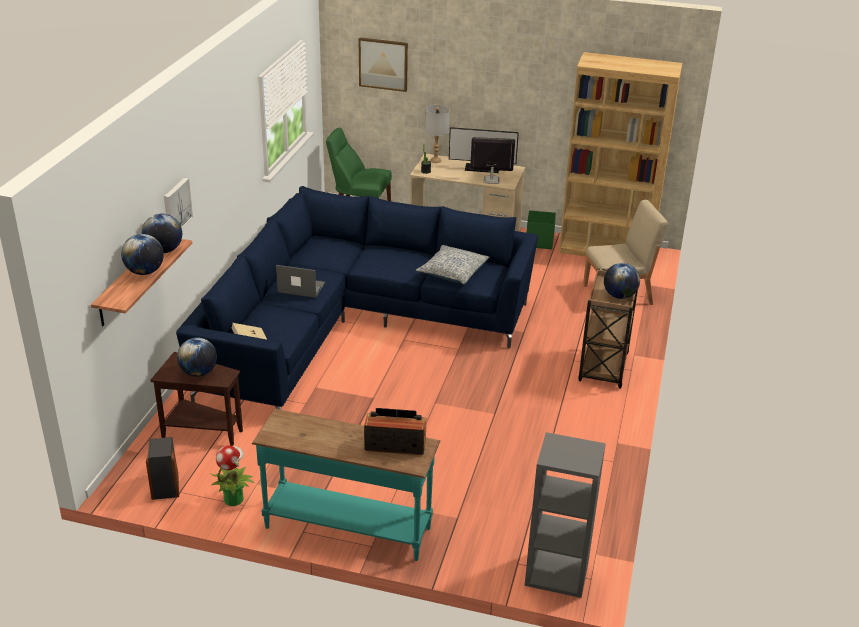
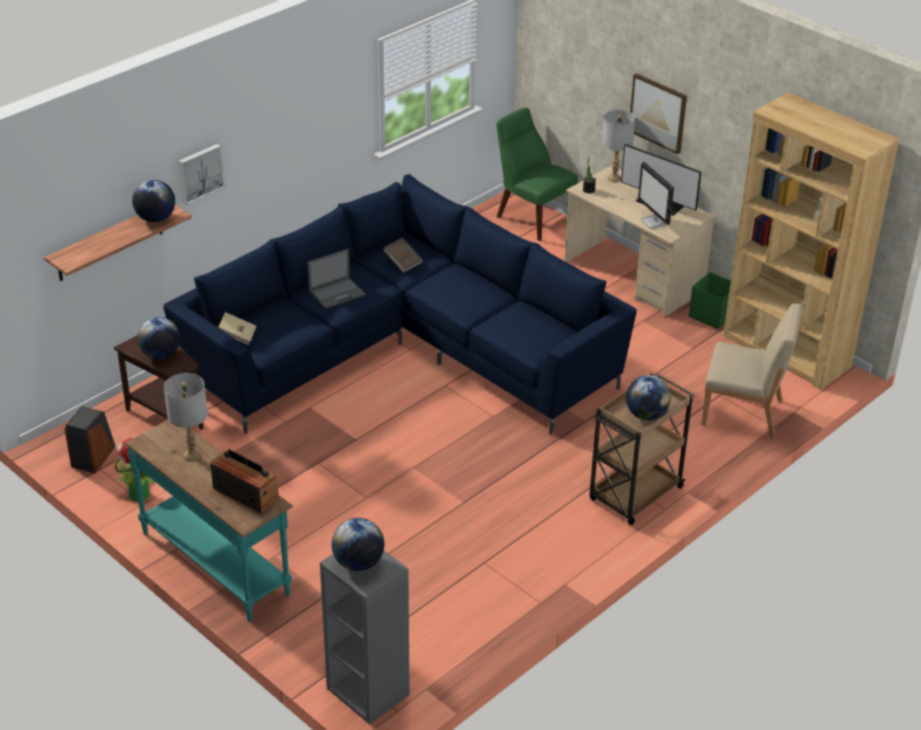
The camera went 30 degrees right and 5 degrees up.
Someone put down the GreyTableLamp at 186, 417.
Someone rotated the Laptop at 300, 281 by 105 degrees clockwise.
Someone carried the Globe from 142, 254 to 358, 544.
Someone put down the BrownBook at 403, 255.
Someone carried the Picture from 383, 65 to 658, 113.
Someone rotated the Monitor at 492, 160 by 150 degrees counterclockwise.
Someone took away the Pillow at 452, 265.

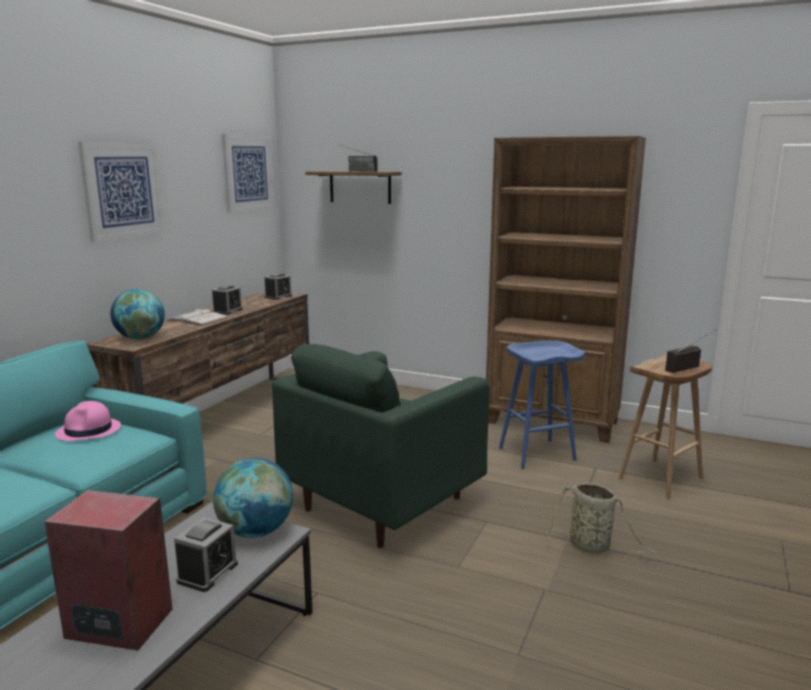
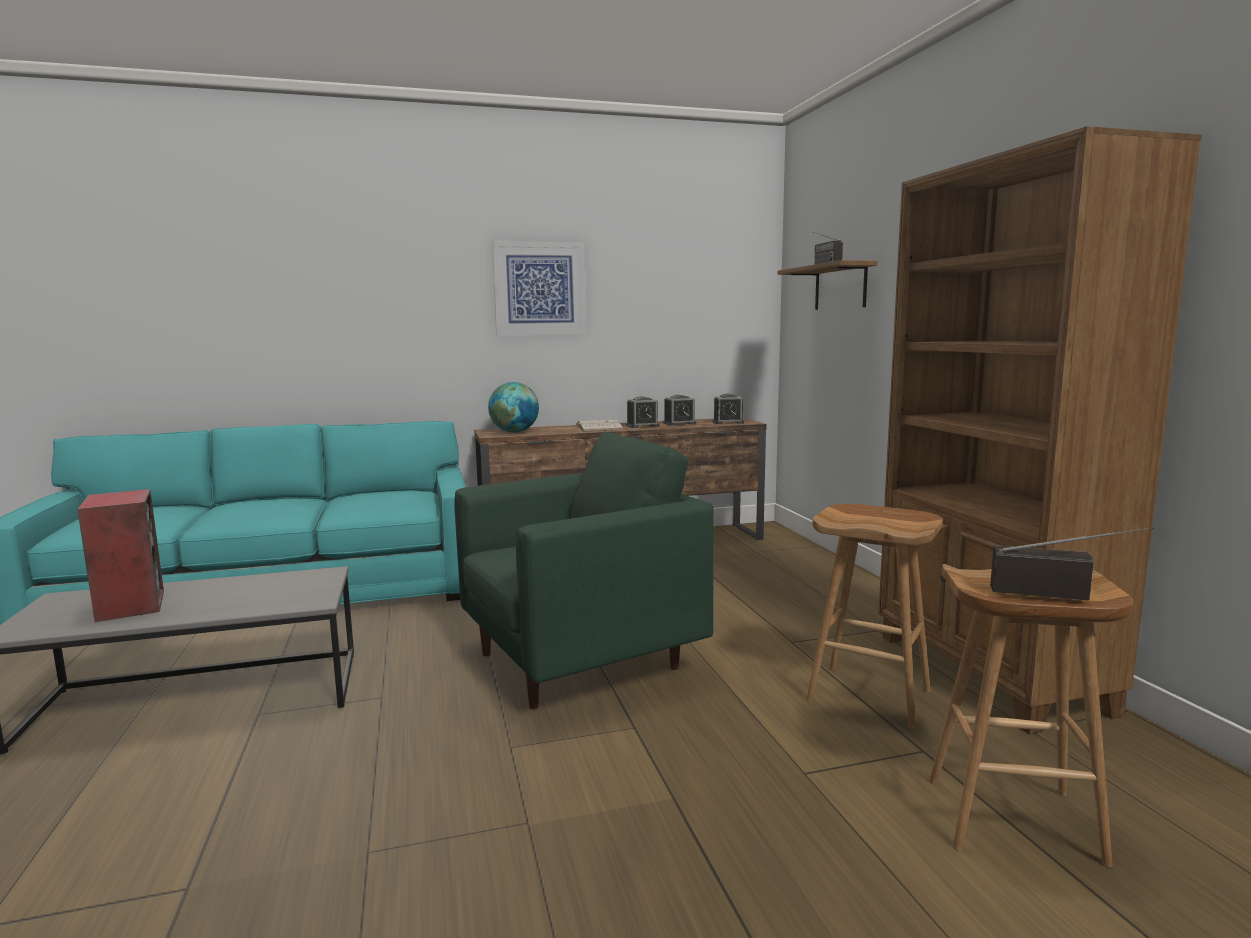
The camera went 50 degrees right and 5 degrees down.
Someone rotated the GreenArmchair at 380, 445 by 150 degrees clockwise.
Someone carried the AlarmClock from 206, 554 to 679, 410.
Someone repainted the BlueStool at 542, 404, which became the BrownStool at 874, 616.
Someone took away the PinkHat at 88, 421.
Someone took away the Globe at 253, 498.
Someone took away the Picture at 248, 173.
Someone took away the Basket at 601, 518.

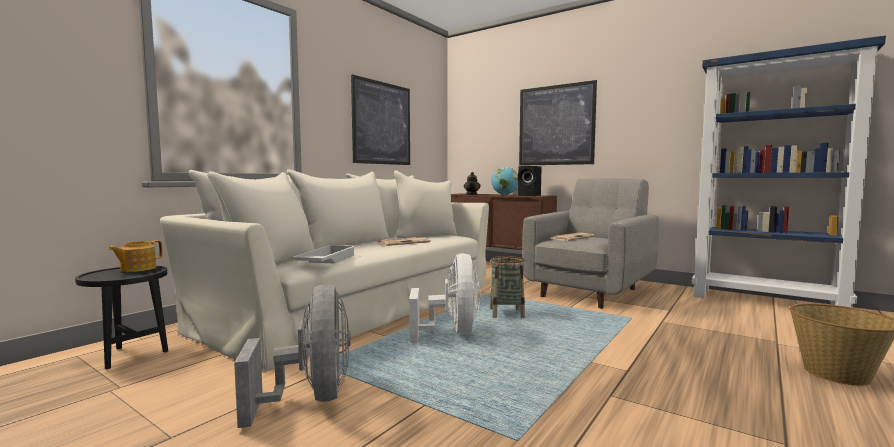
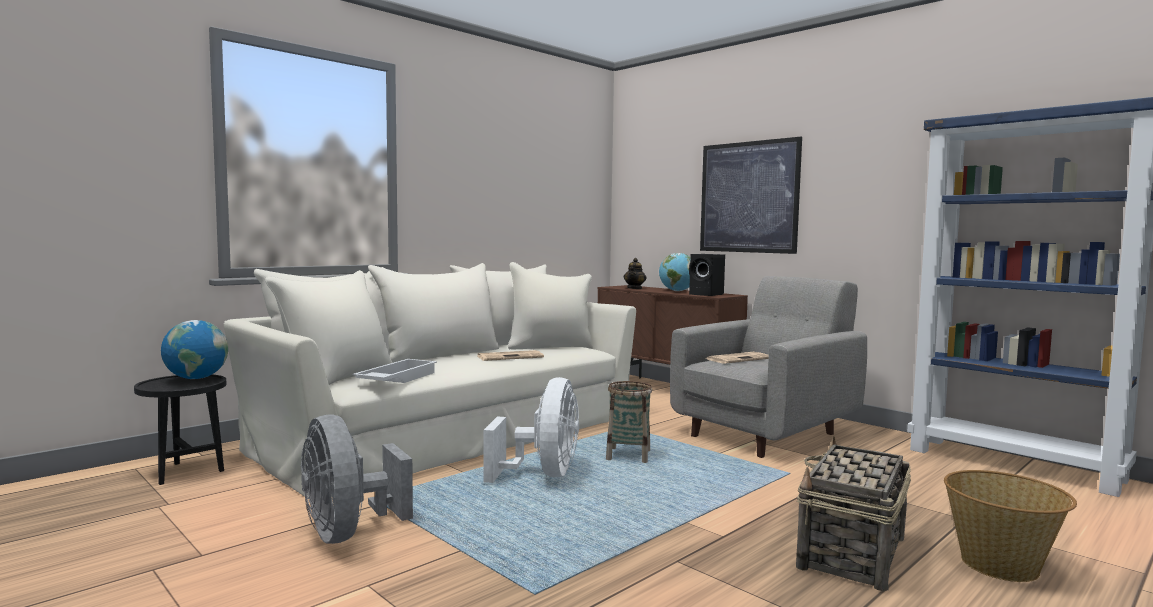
The camera went 10 degrees right and 0 degrees up.
Someone swapped the Teapot at 135, 256 for the Globe at 194, 349.
Someone rotated the GreyFan at 292, 356 by 150 degrees clockwise.
Someone put down the Basket at 853, 514.
Someone took away the Picture at 380, 119.

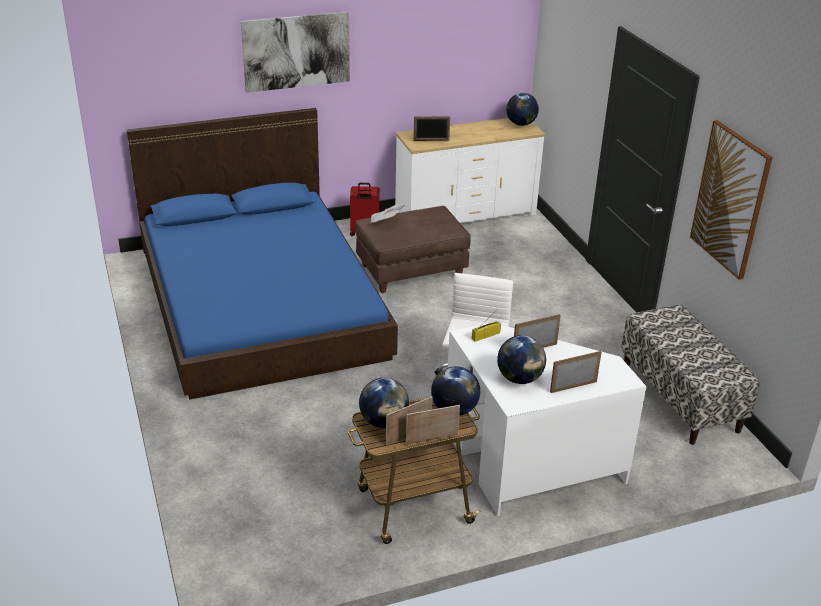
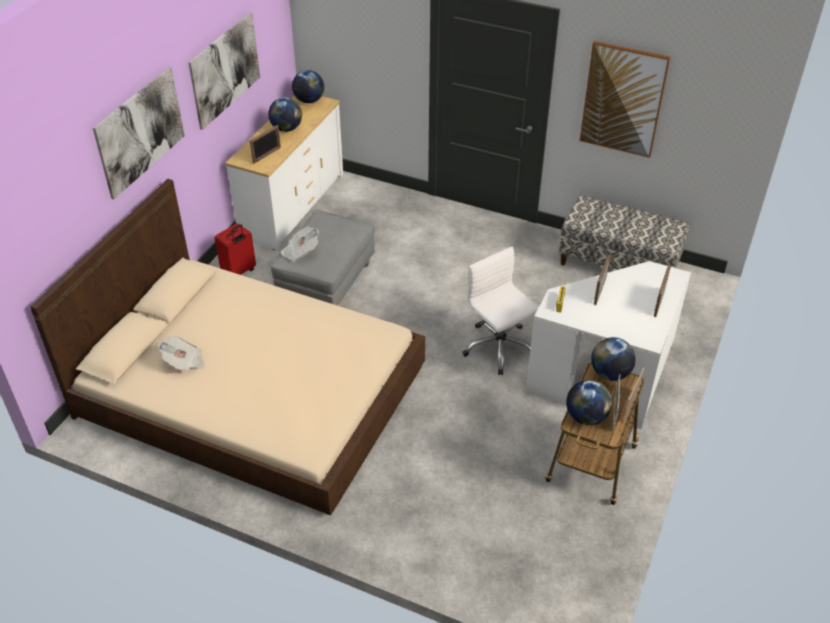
The camera went 45 degrees left and 10 degrees up.
Someone repainted the BlueBed at 262, 254, which became the BeigeBed at 227, 347.
Someone put down the Newspaper at 181, 353.
Someone put up the Picture at 224, 71.
Someone carried the Globe from 521, 359 to 285, 114.
Someone repainted the BrownOttoman at 413, 249, which became the GreyOttoman at 323, 258.

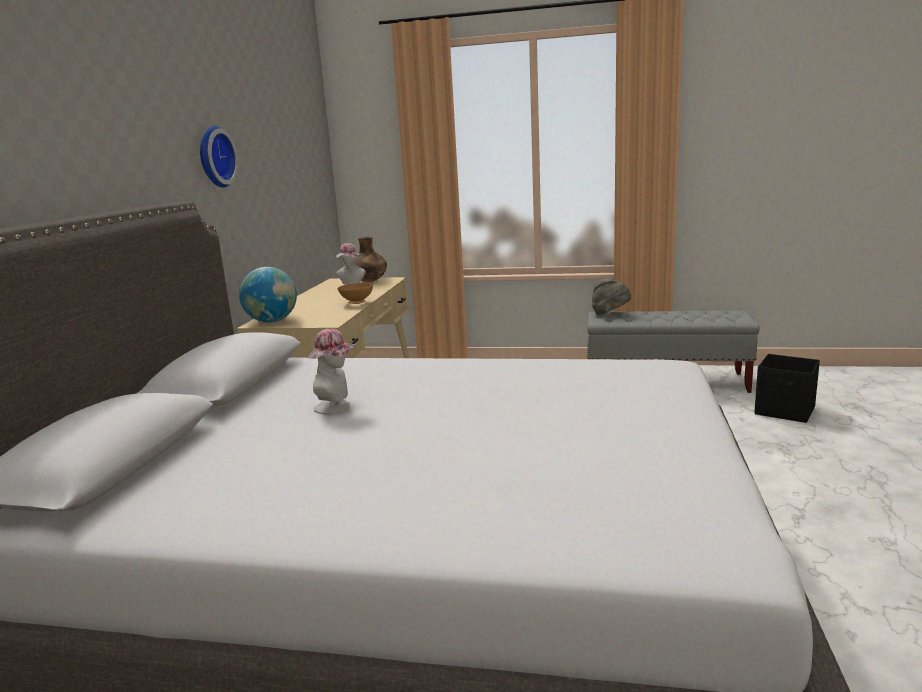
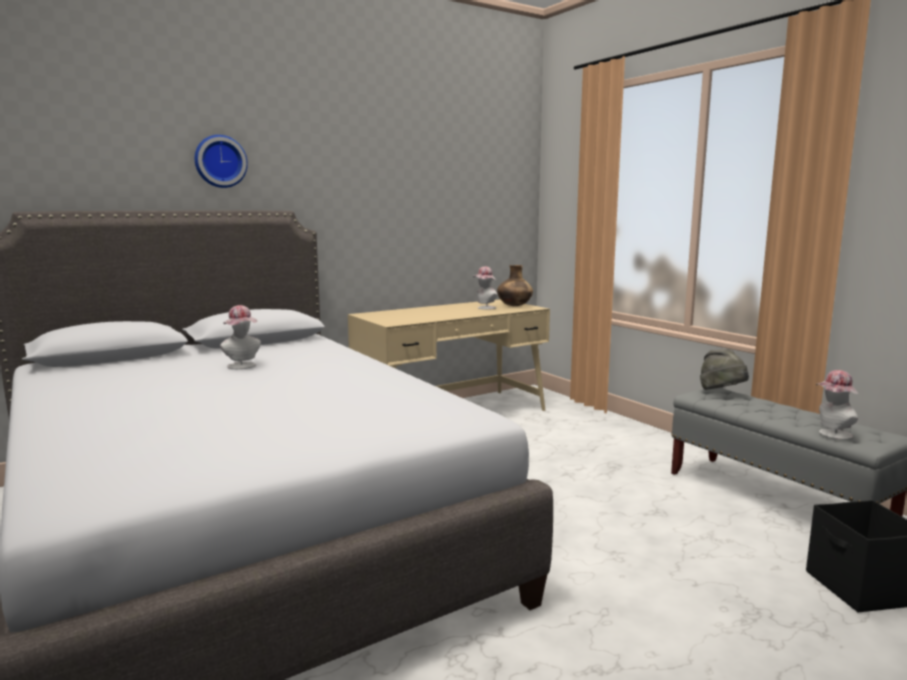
The camera went 45 degrees right and 5 degrees down.
Someone carried the WallClock from 219, 157 to 221, 161.
Someone put down the Hat at 837, 405.
Someone took away the Globe at 268, 295.
Someone took away the BrownBowl at 355, 293.

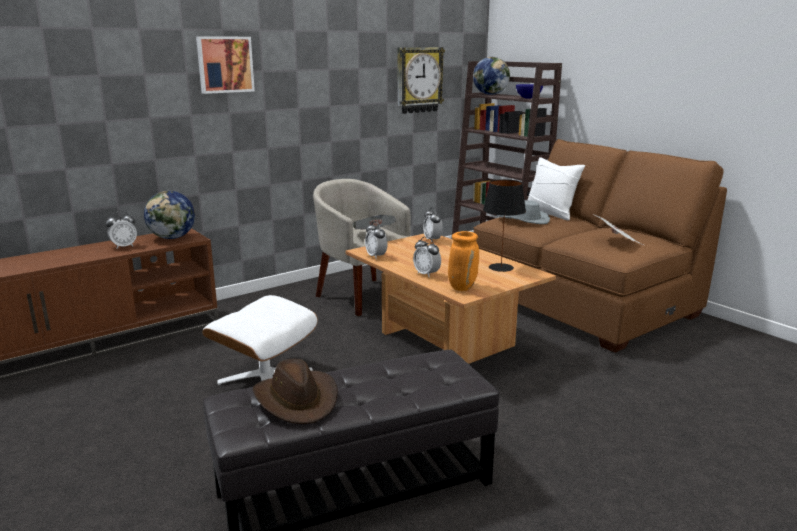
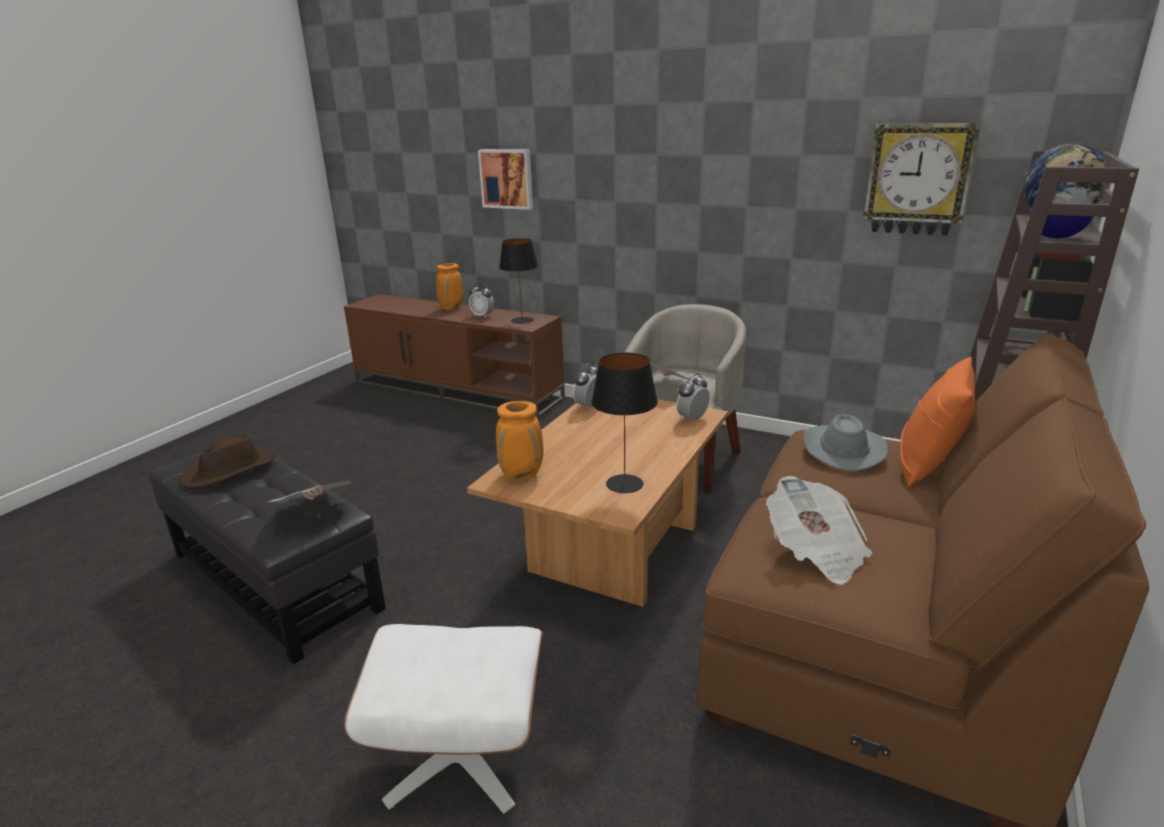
The camera went 65 degrees right and 5 degrees up.
Someone put down the Newspaper at 310, 492.
Someone carried the WhiteOttoman from 260, 340 to 443, 719.
Someone put down the OrangeVase at 449, 286.
Someone carried the Picture from 225, 65 to 505, 179.
Someone swapped the Globe at 169, 215 for the BlackTableLamp at 518, 281.
Someone repainted the WhitePillow at 556, 188, which became the OrangePillow at 938, 421.
Someone took away the AlarmClock at 427, 257.

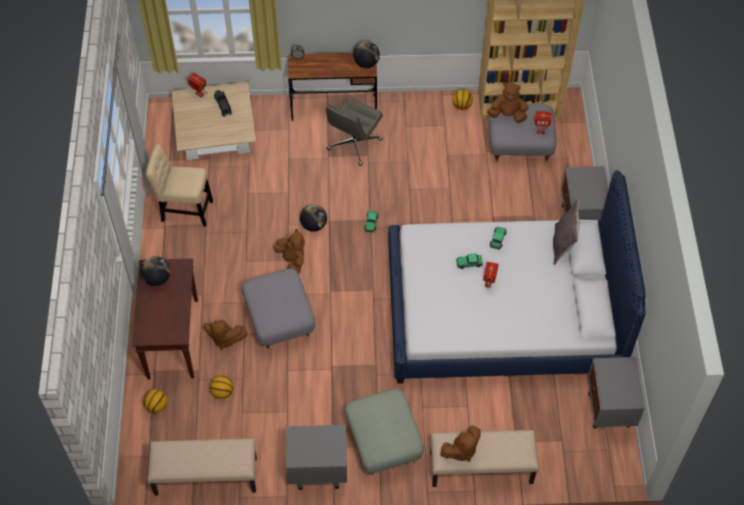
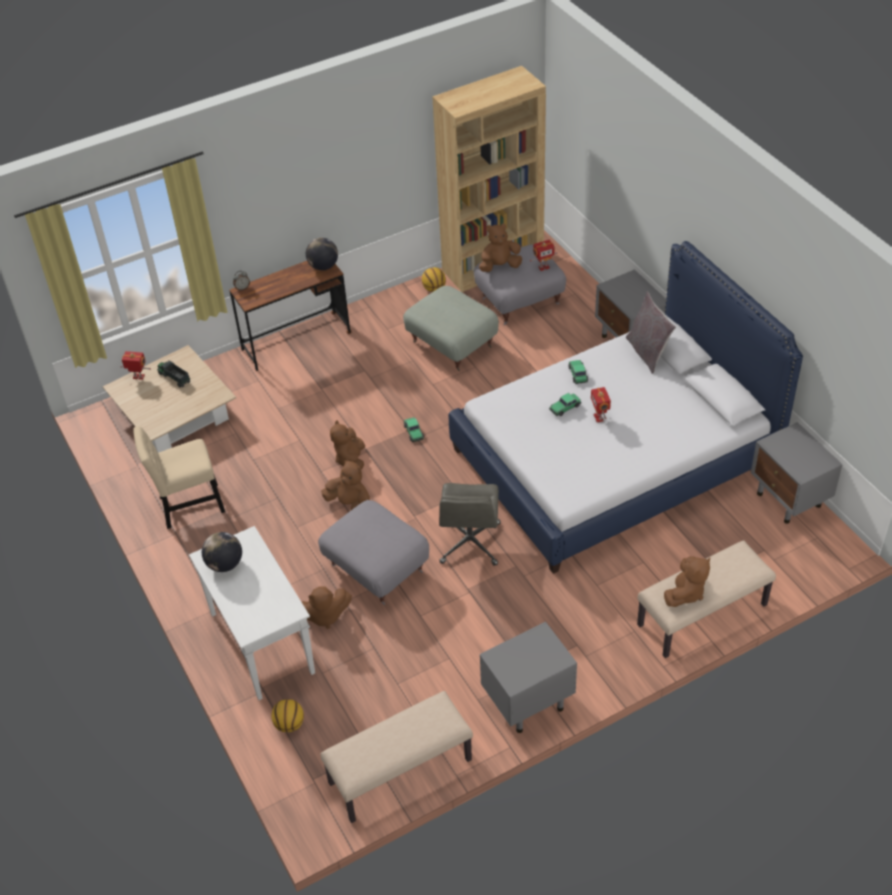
The camera went 25 degrees left and 10 degrees down.
Someone repainted the BrownConsoleTable at 165, 319, which became the WhiteConsoleTable at 252, 613.
Someone swapped the Globe at 313, 218 for the BrownPlushToy at 347, 444.
Someone carried the GreyOttoman from 384, 432 to 451, 328.
Someone carried the GreyOfficeChair from 354, 132 to 469, 524.
Someone took away the Basketball at 221, 387.

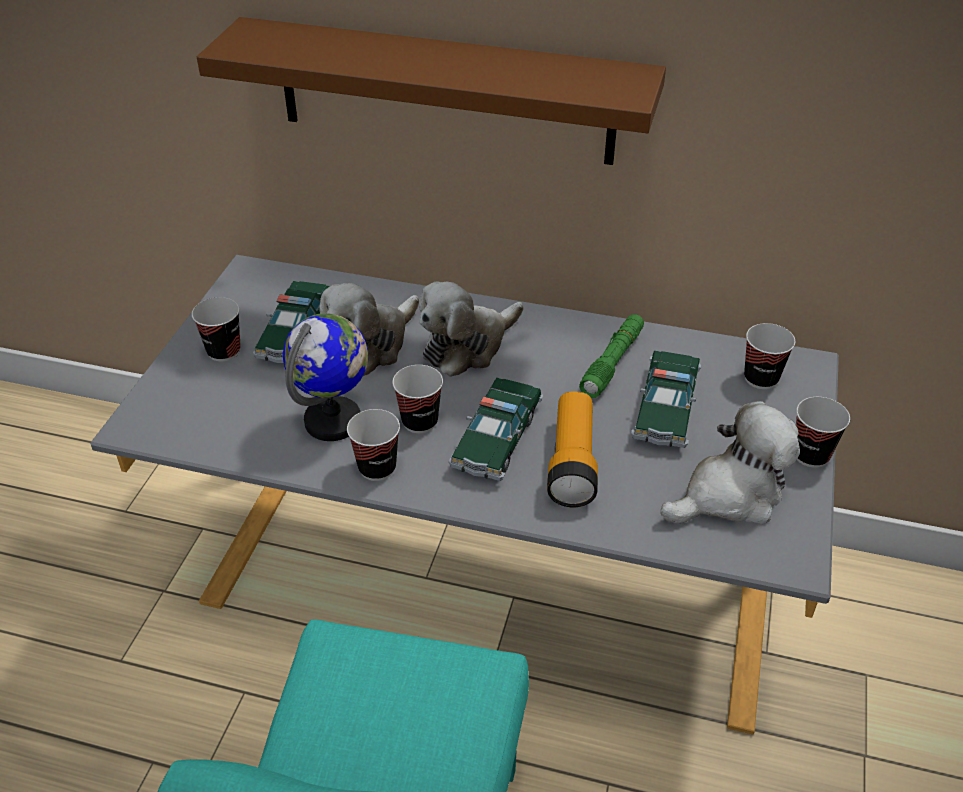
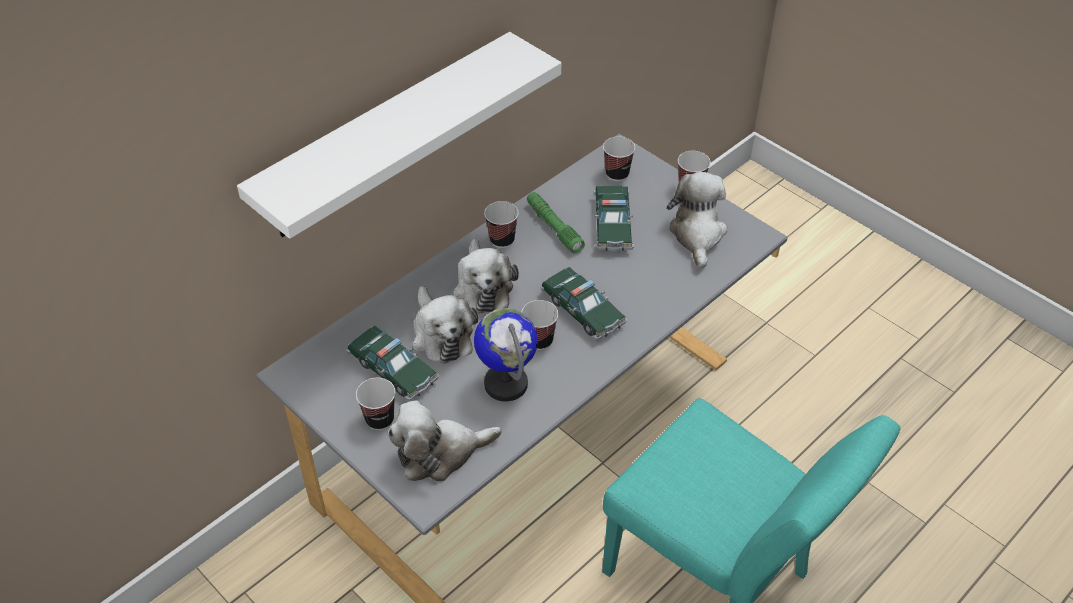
The camera went 60 degrees left and 5 degrees up.
Someone repainted the BrownShelf at 431, 91, which became the WhiteShelf at 399, 135.
Someone put down the PlushToy at 445, 440.
Someone carried the Cup from 373, 445 to 501, 224.
Someone rotated the ToyCar at 666, 399 by 45 degrees clockwise.
Someone took away the Flashlight at 572, 449.

